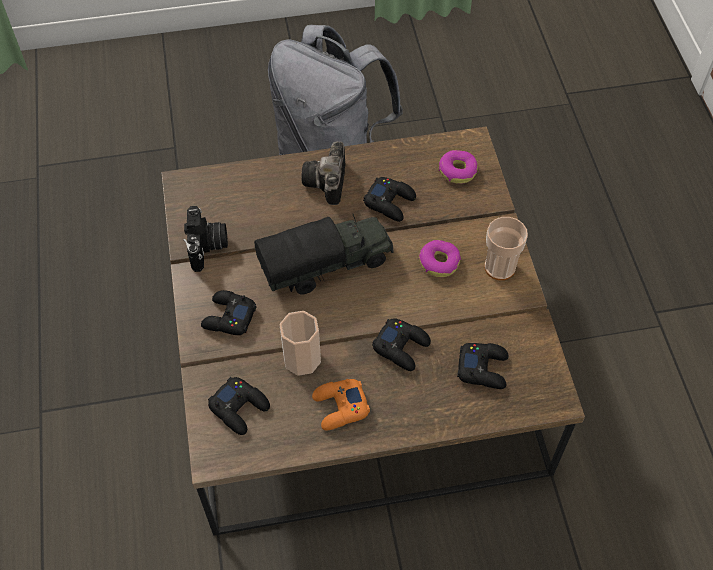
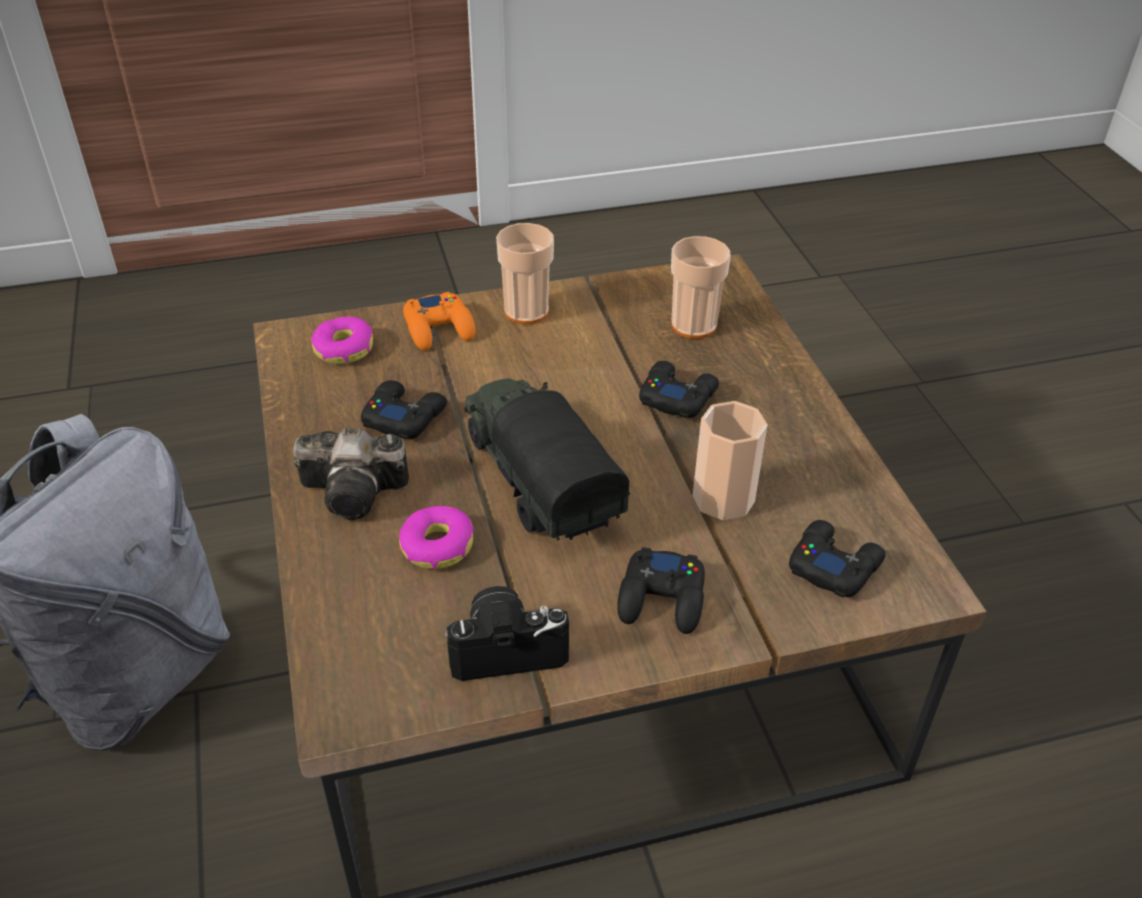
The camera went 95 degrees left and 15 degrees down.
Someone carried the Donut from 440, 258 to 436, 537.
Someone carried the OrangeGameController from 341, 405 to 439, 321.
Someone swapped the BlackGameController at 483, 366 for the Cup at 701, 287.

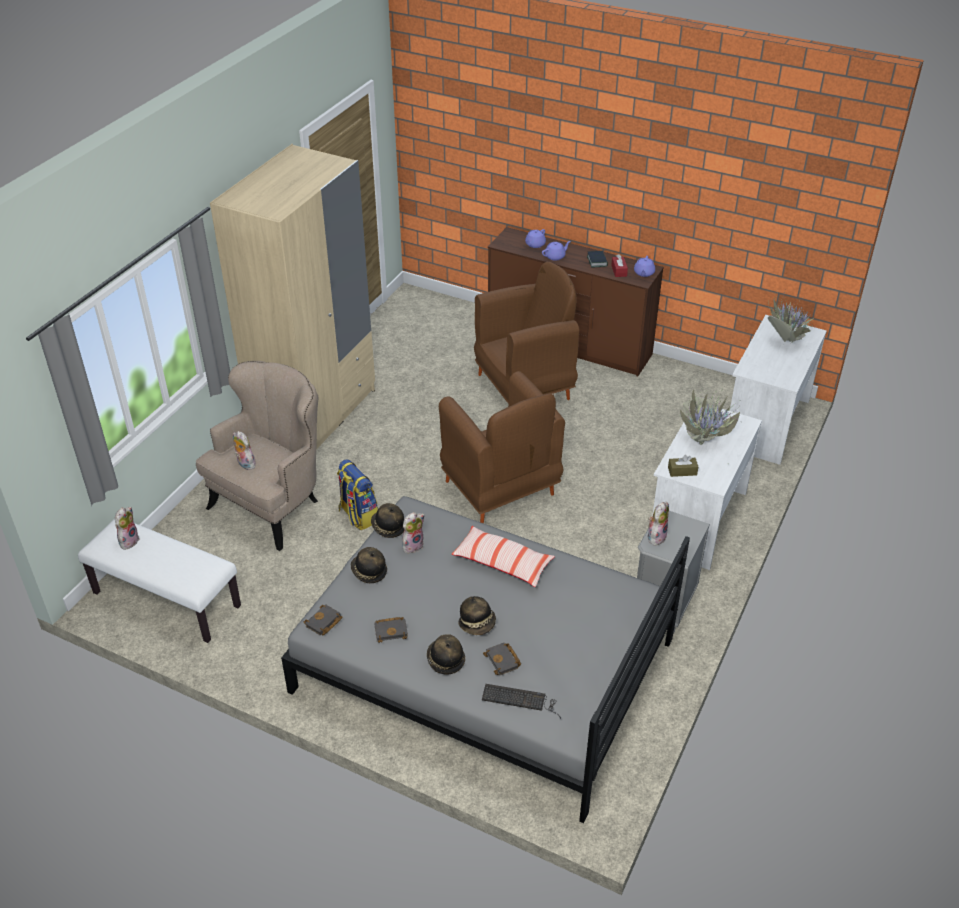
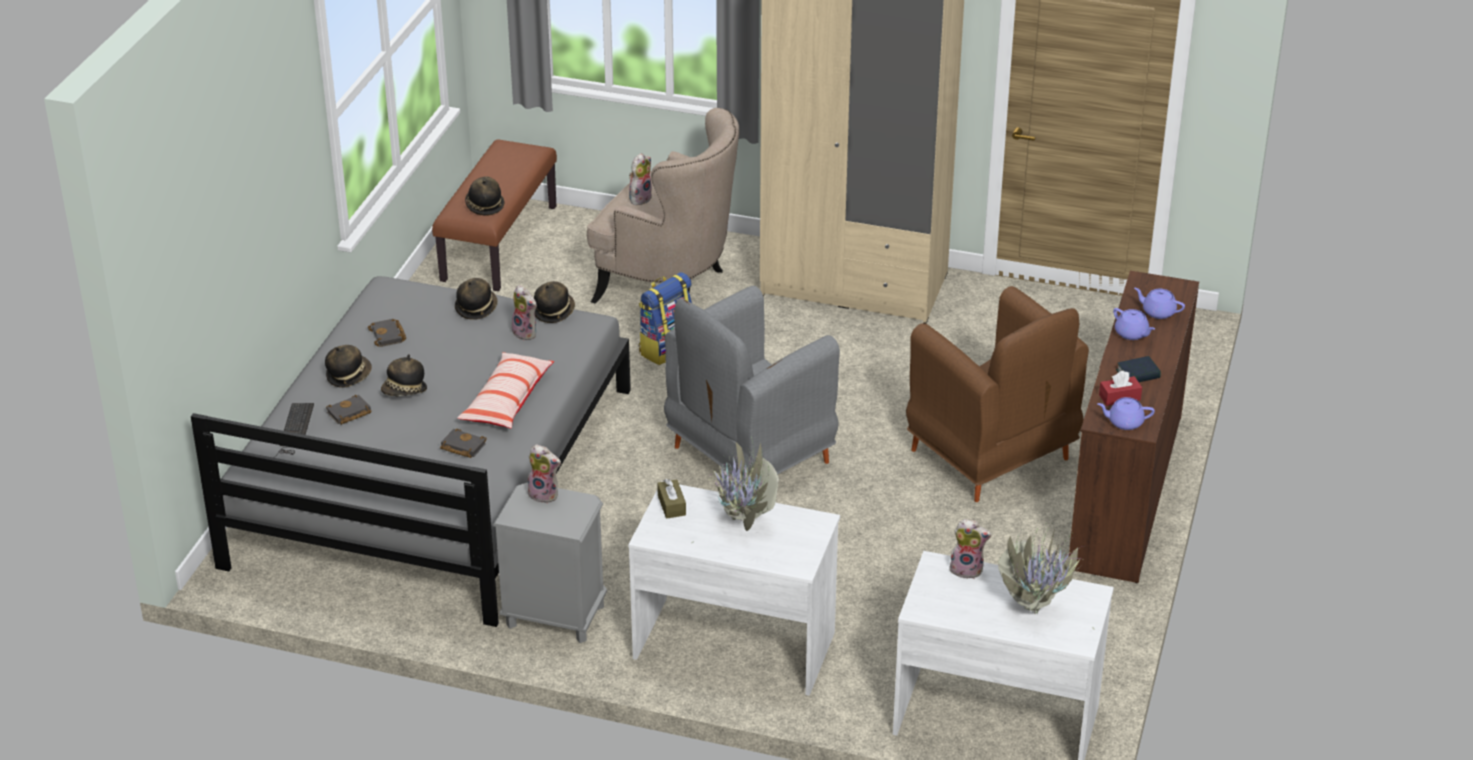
The camera went 80 degrees right and 5 degrees down.
Someone repainted the WhiteBench at 159, 580, which became the BrownBench at 494, 215.
Someone carried the BlackBook from 323, 619 to 463, 443.
Someone put down the Hat at 485, 196.
Someone repainted the BrownArmchair at 502, 447, which became the GreyArmchair at 752, 380.
Someone carried the PlushToy from 127, 528 to 970, 549.

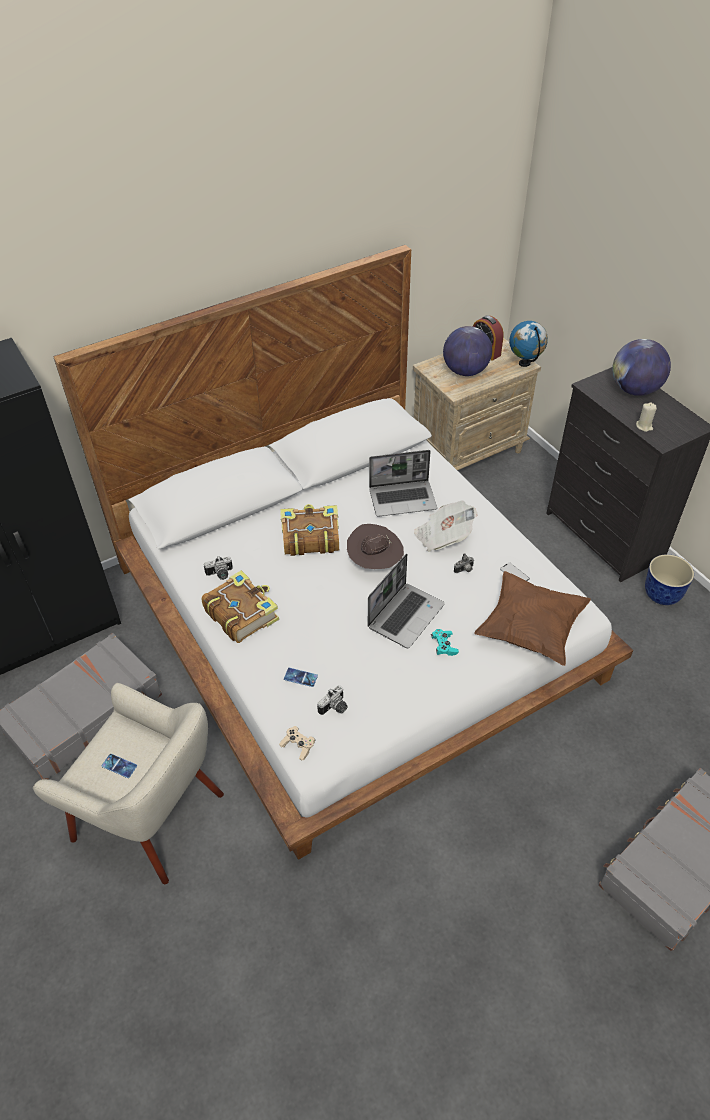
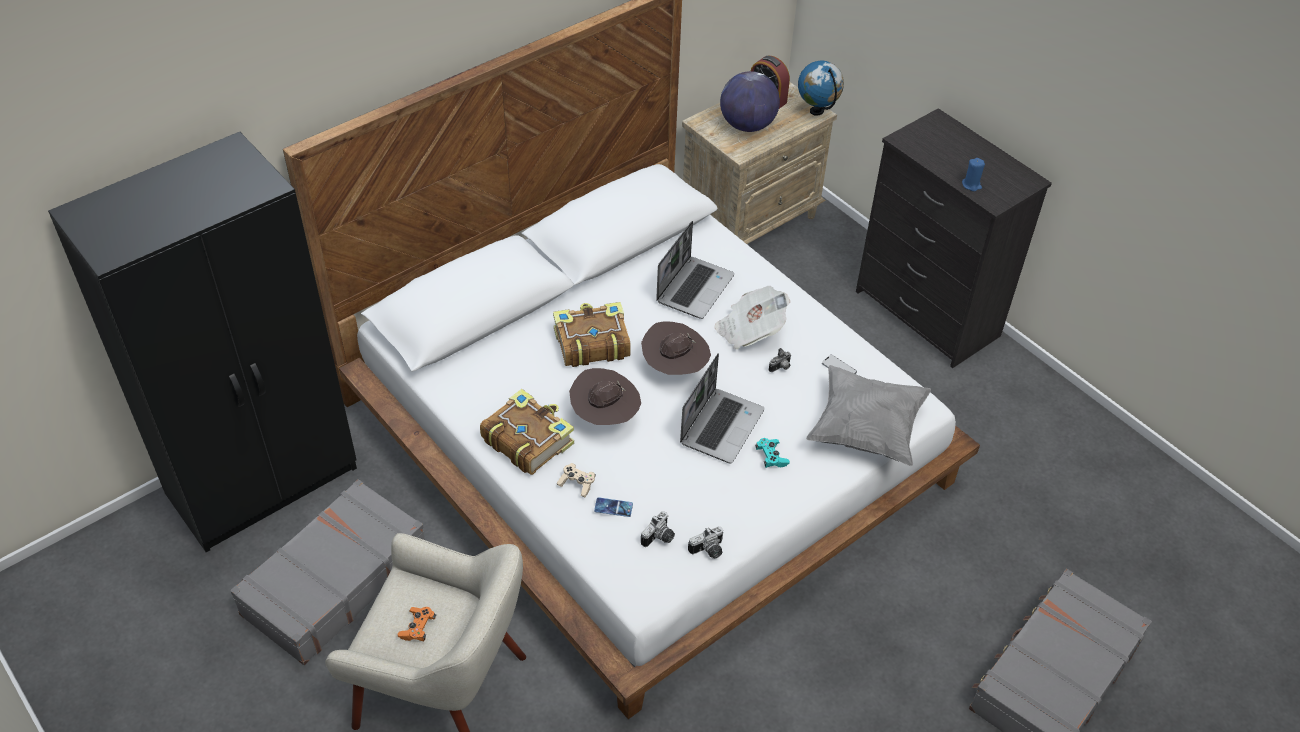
The camera went 10 degrees left and 0 degrees up.
Someone swapped the Phone at 119, 766 for the OrangeGameController at 417, 624.
Someone carried the BeigeGameController from 297, 743 to 576, 480.
Someone put down the BrownHat at 605, 396.
Someone rotated the Laptop at 403, 483 by 45 degrees counterclockwise.
Someone carried the PhotoCamera from 218, 568 to 706, 542.
Someone repainted the BrownPillow at 532, 618, which became the GreyPillow at 868, 415.
Someone repainted the BeigeCandle at 646, 417, which became the BlueCandle at 973, 174.
Someone took away the Globe at 641, 367.
Someone took away the Planter at 669, 579.

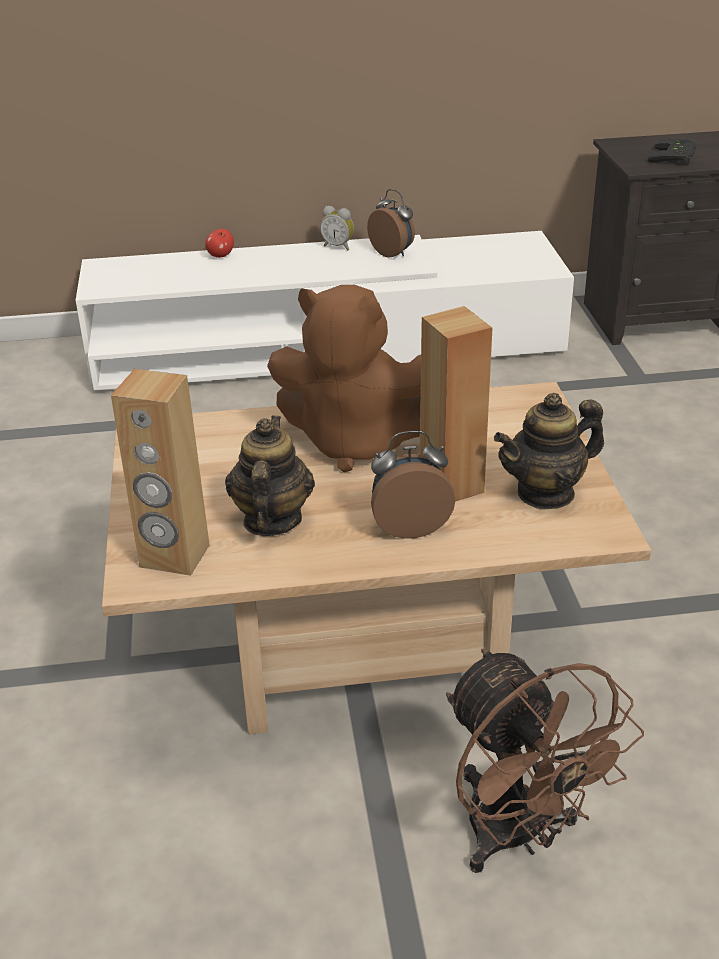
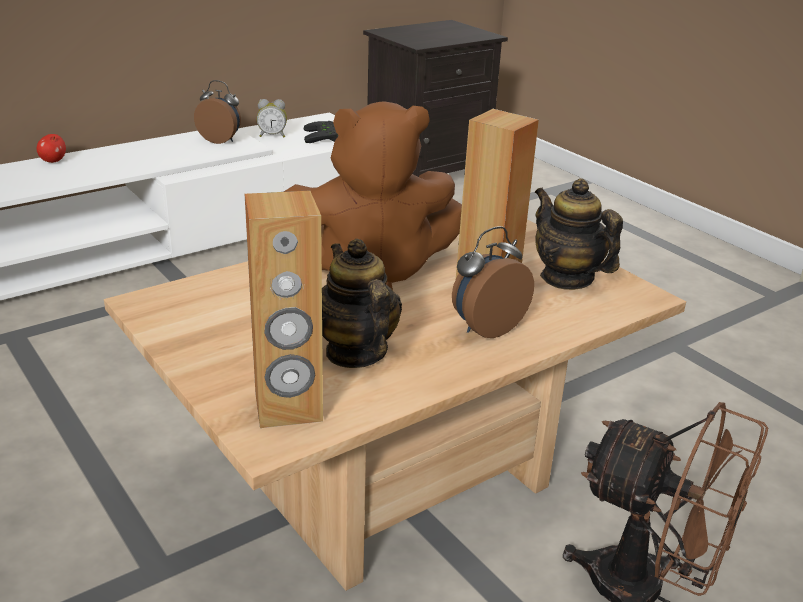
The camera went 30 degrees left and 5 degrees down.
Someone carried the AlarmClock from 337, 228 to 272, 118.
Someone carried the BlackGameController from 672, 152 to 321, 132.
Someone rotated the Teapot at 549, 451 by 105 degrees clockwise.

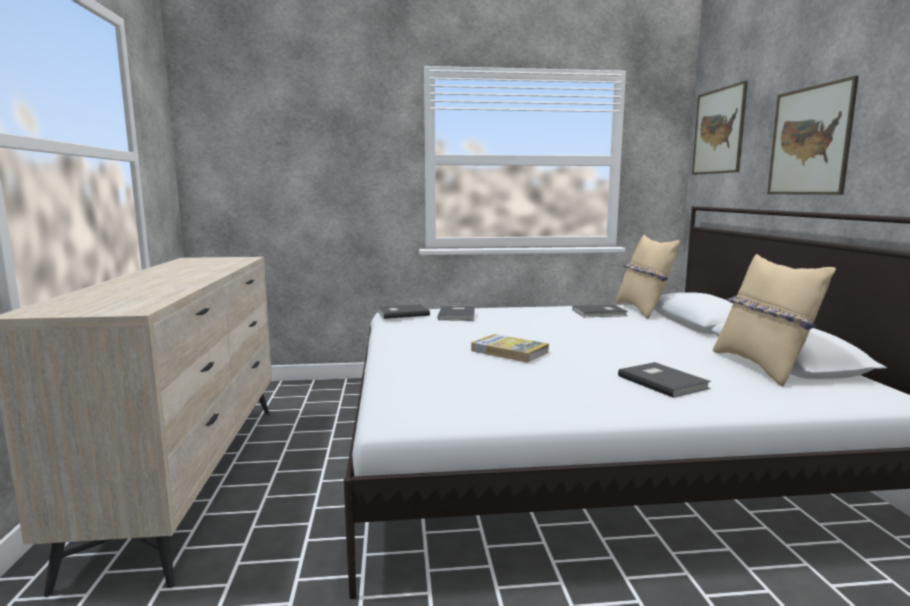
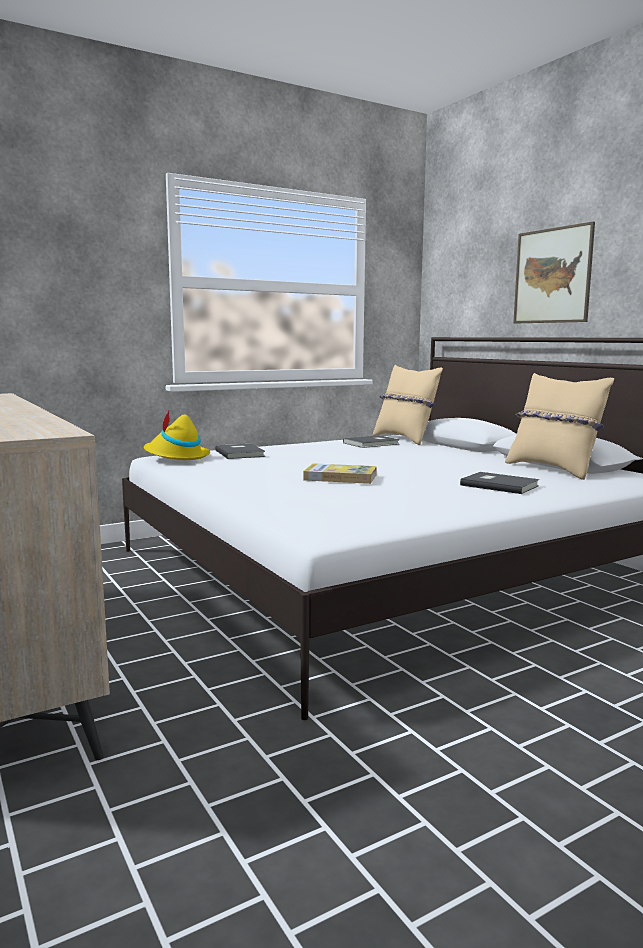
The camera went 25 degrees left and 0 degrees up.
Someone swapped the GreyBook at 403, 311 for the YellowHat at 177, 435.
Someone took away the Picture at 720, 128.

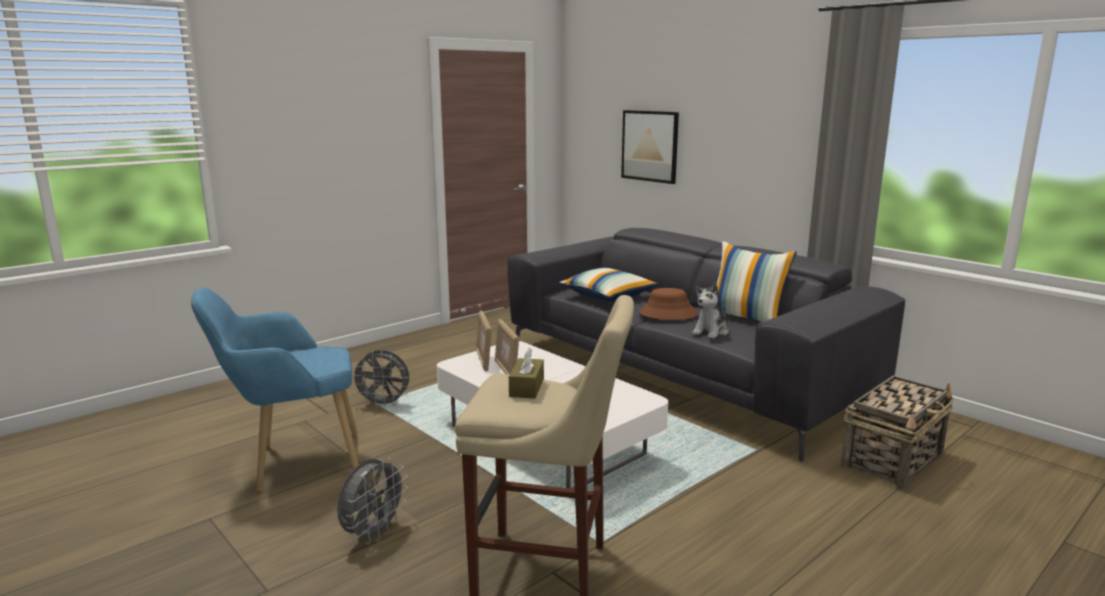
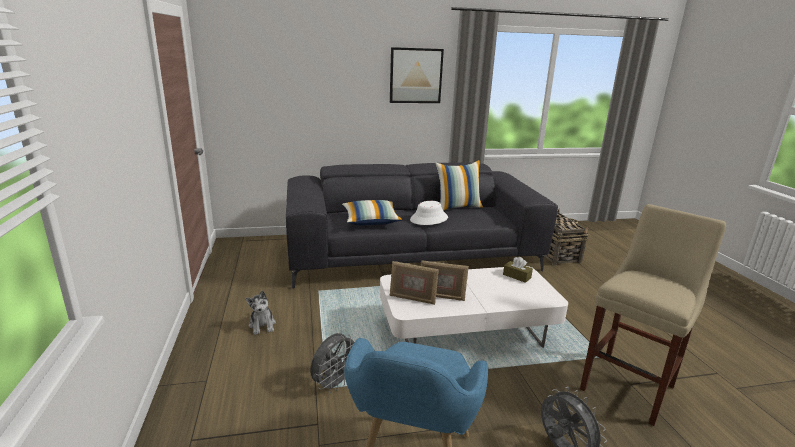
The camera went 60 degrees left and 5 degrees up.
Someone carried the PlushToy from 710, 310 to 261, 312.
Someone carried the Picture from 650, 147 to 417, 75.
Someone repainted the BrownHat at 668, 304, which became the WhiteHat at 429, 213.
Someone carried the BrownTissueBox from 526, 373 to 518, 270.

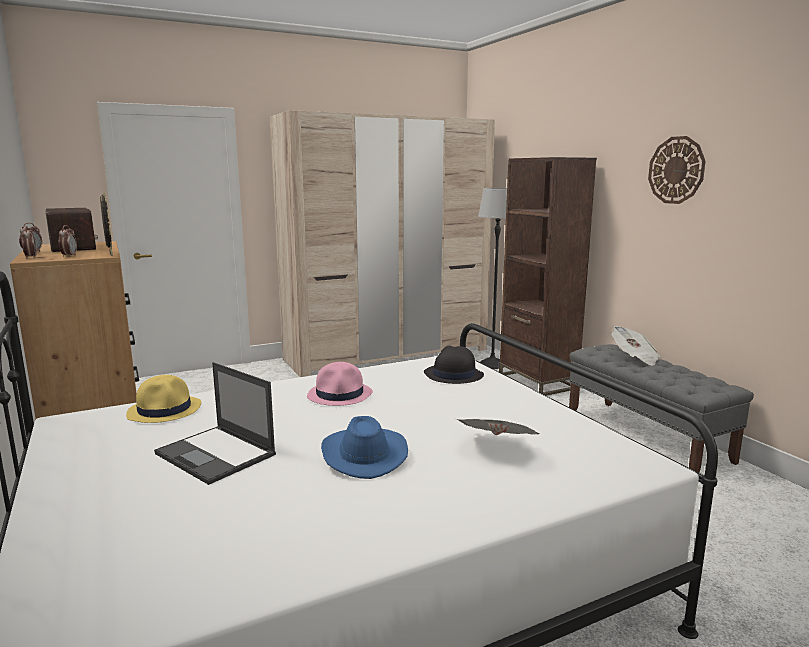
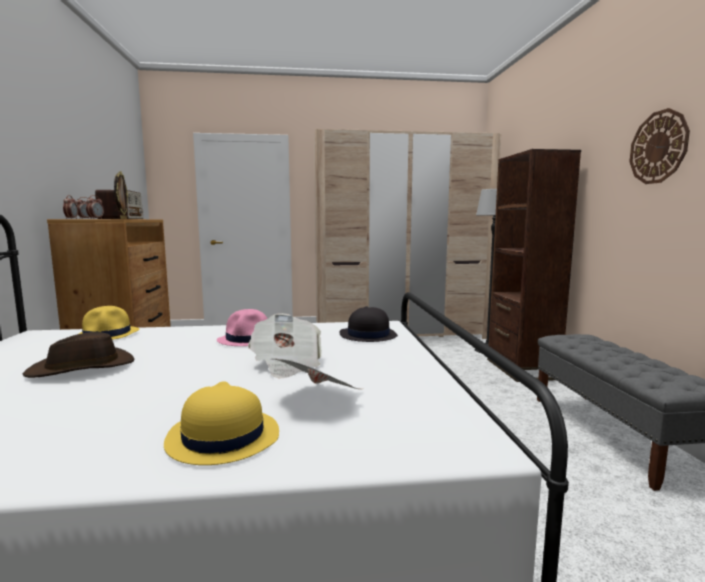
The camera went 20 degrees right and 5 degrees down.
Someone swapped the Laptop at 215, 423 for the BrownHat at 78, 355.
Someone put down the YellowHat at 221, 423.
Someone carried the Newspaper from 636, 346 to 285, 346.
Someone took away the BlueHat at 364, 447.

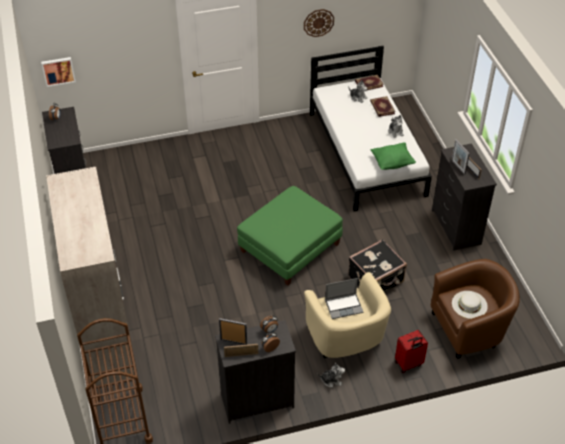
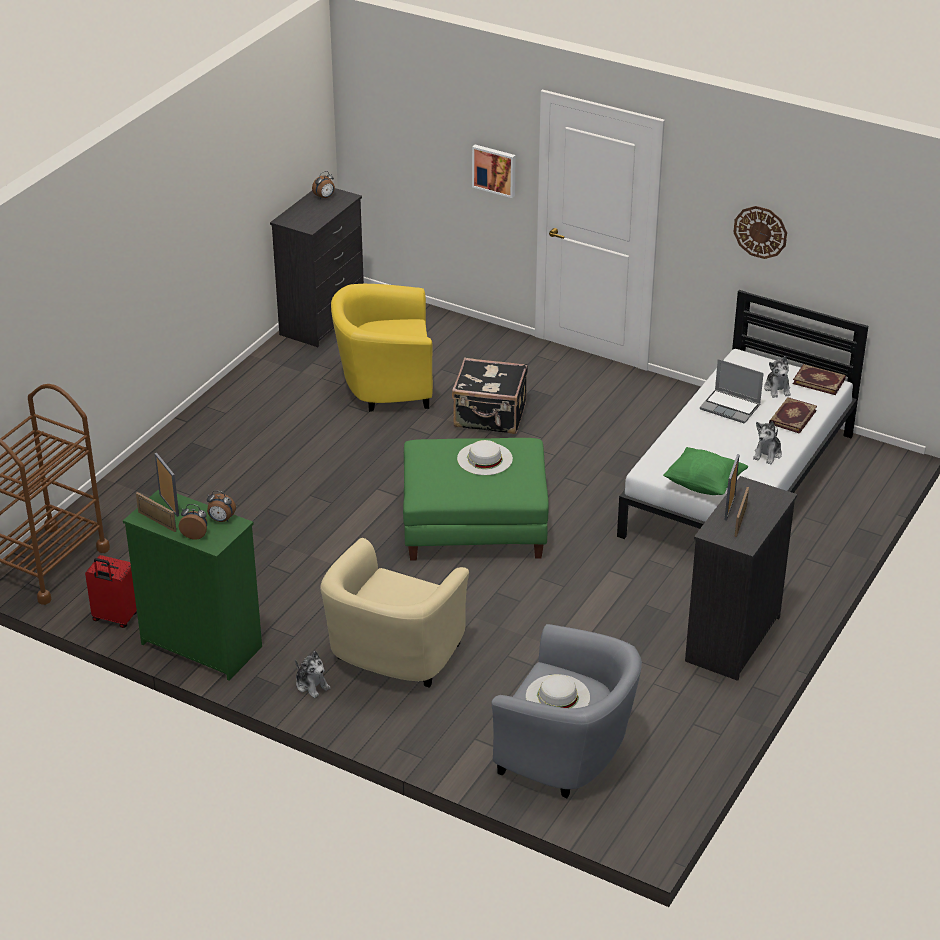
The camera went 45 degrees right and 10 degrees down.
Someone carried the RedSuitcase from 411, 351 to 111, 591.
Someone repainted the BlackDresser at 255, 372, which became the GreenDresser at 192, 584.
Someone put down the YellowArmchair at 382, 348.
Someone carried the BlackSuitcase from 377, 265 to 490, 396.
Someone put down the WhiteHat at 485, 457.
Someone carried the Picture from 58, 72 to 494, 171.
Someone repainted the BrownArmchair at 475, 309, which became the GreyArmchair at 566, 711.
Someone carried the Laptop from 344, 298 to 732, 391.
Someone took away the BeigeWardrobe at 92, 276.

